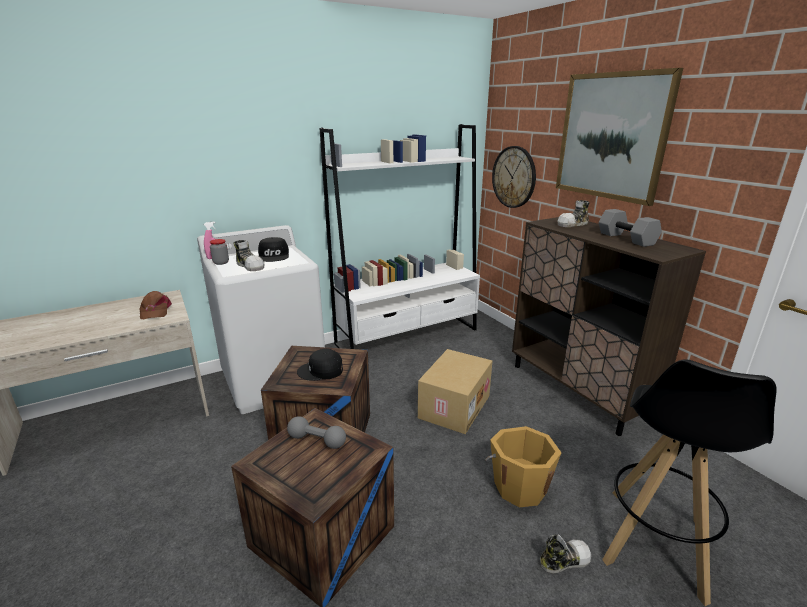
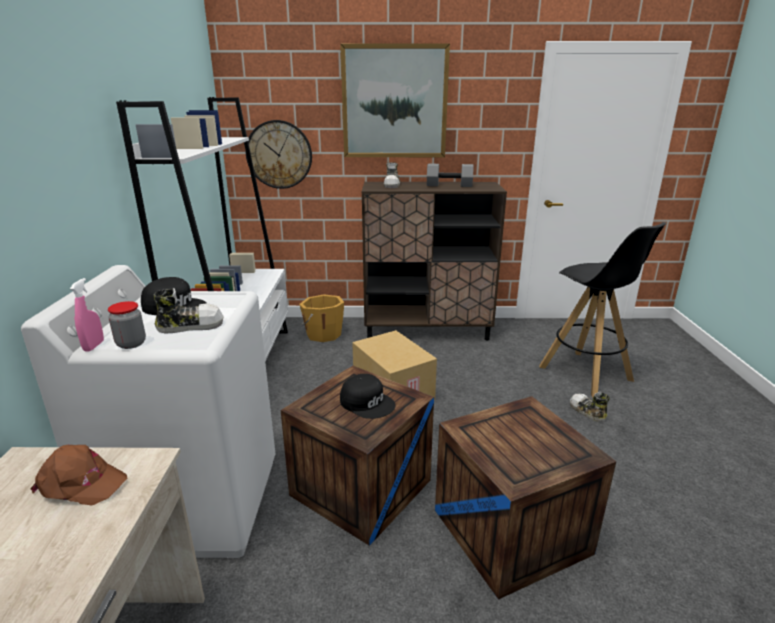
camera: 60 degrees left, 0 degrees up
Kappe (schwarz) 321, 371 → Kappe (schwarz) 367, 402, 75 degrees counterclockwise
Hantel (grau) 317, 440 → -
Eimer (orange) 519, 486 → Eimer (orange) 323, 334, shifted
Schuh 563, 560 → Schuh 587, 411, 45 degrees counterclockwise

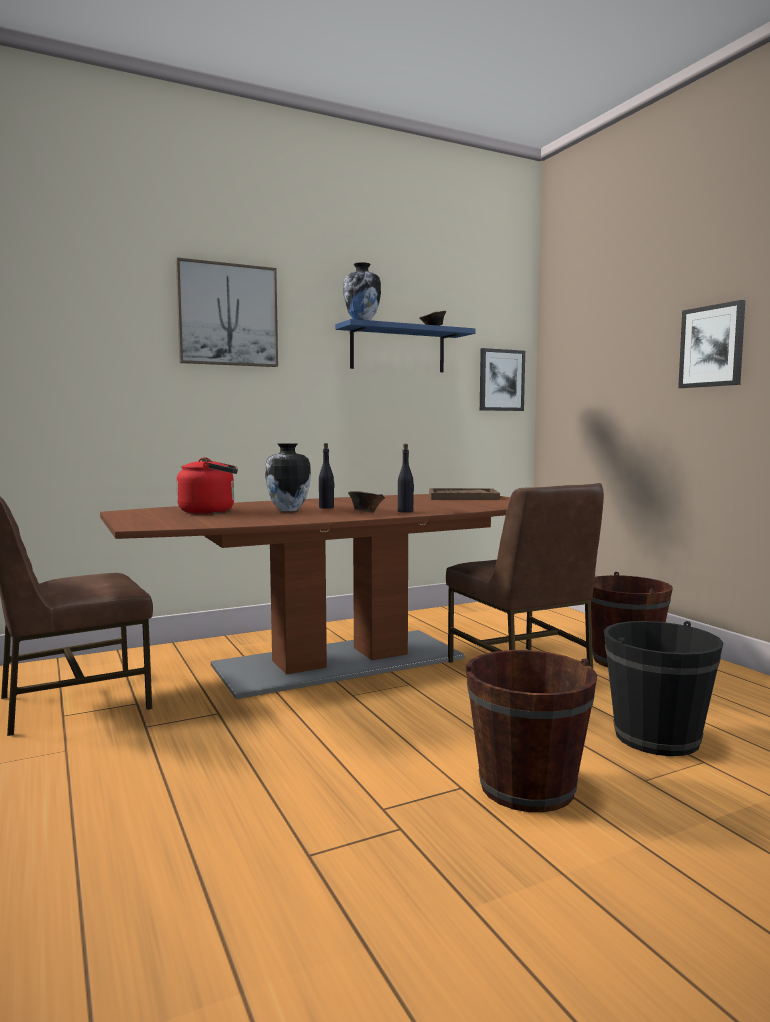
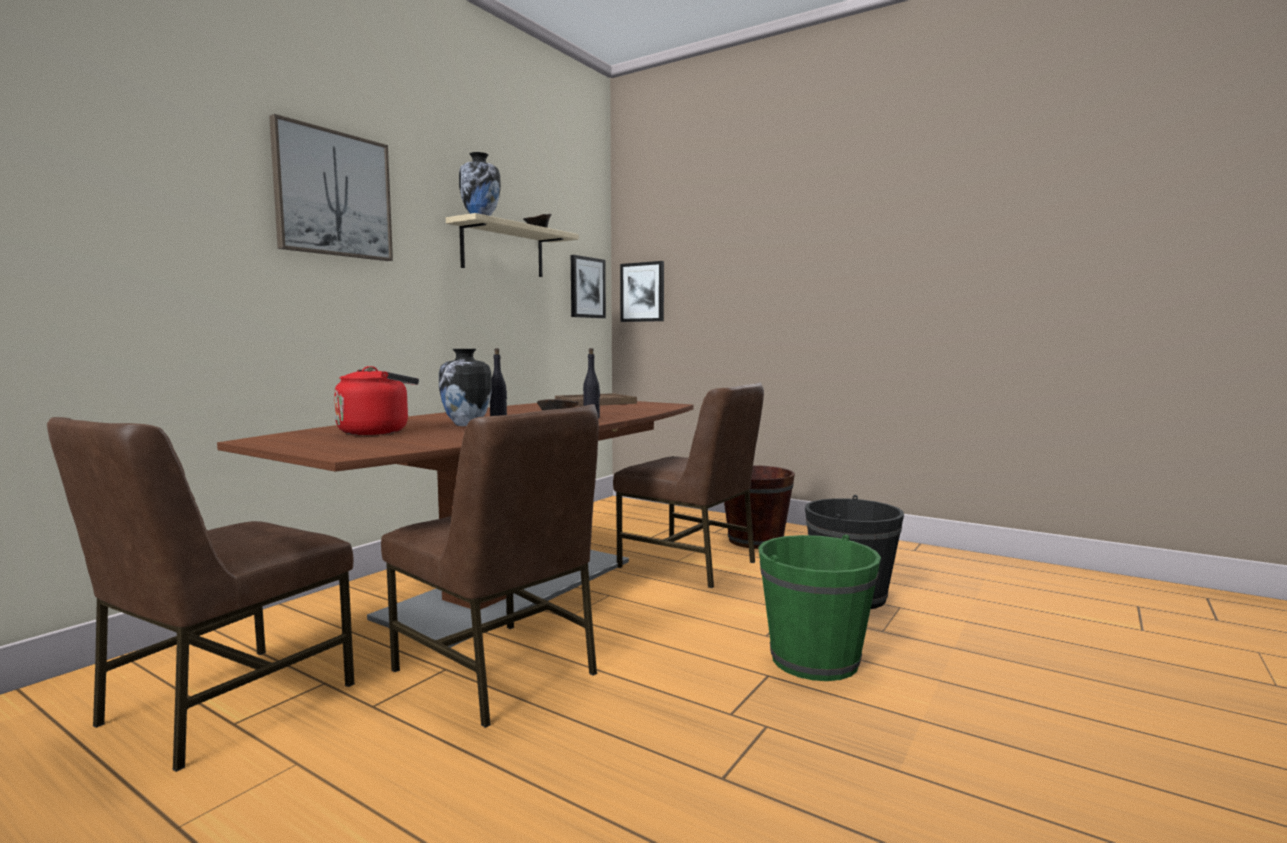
camera: 30 degrees left, 0 degrees up
Bild 712, 346 → Bild 642, 292, shifted
Wandregal (blau) 398, 349 → Wandregal (beige) 503, 250
Eimer (braun) 527, 787 → Eimer (grün) 814, 660
- → Stuhl (braun) 498, 672

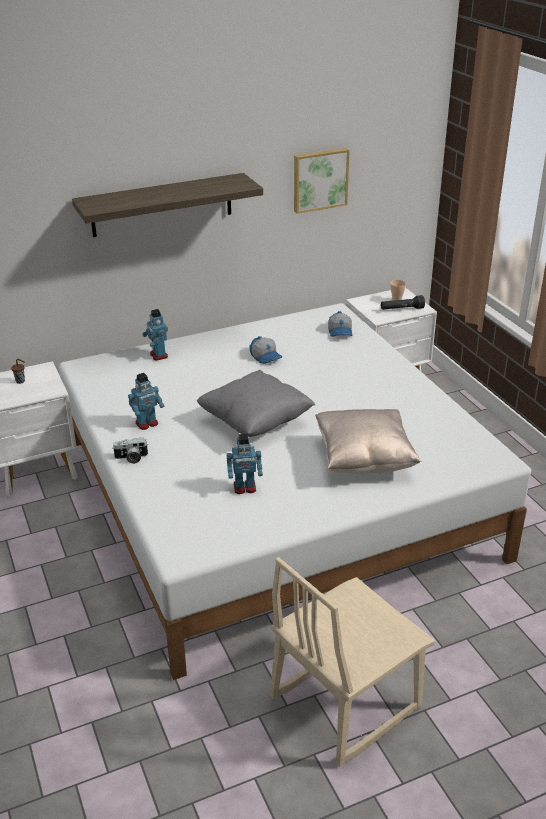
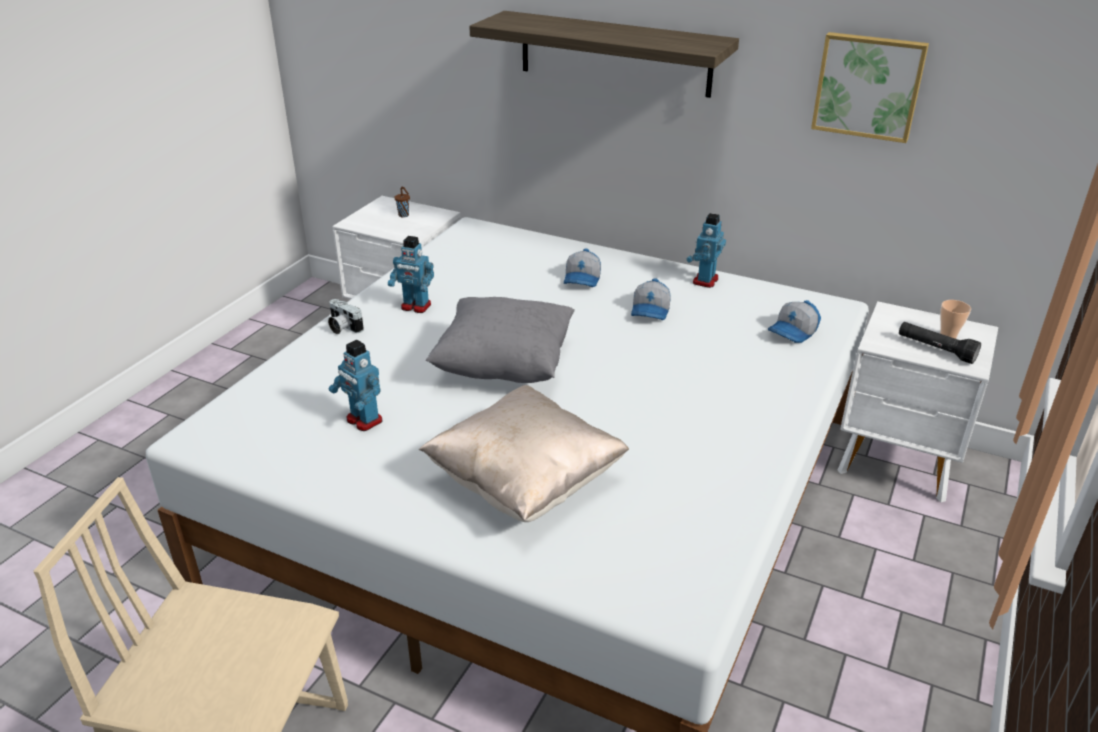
camera: 50 degrees right, 0 degrees up
Spielzeugroboter 158, 355 → Spielzeugroboter 704, 281, shifted
- → Kappe 583, 279

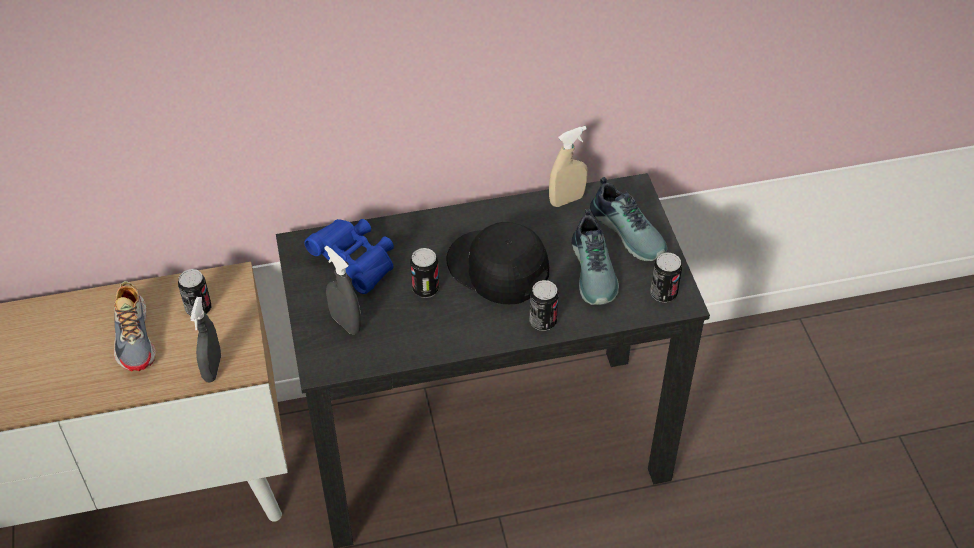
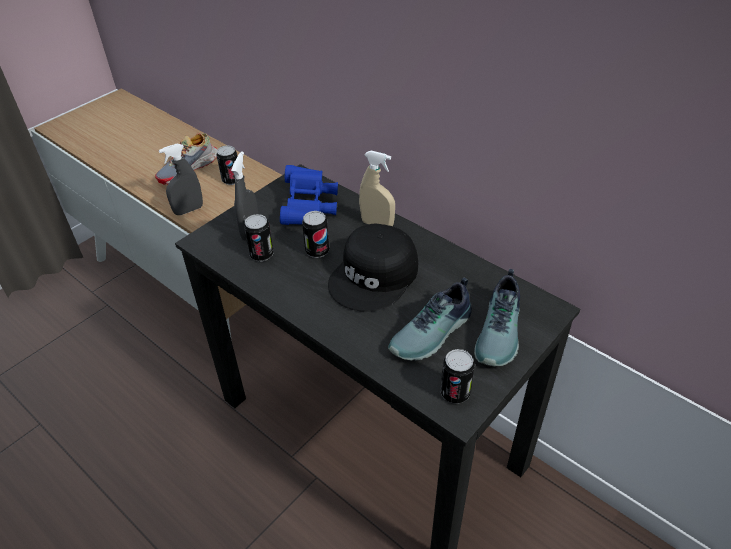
camera: 55 degrees right, 5 degrees down
Sprühflasche (beige) 566, 200 → Sprühflasche (beige) 377, 224, shifted
Kappe (schwarz) 497, 268 → Kappe (schwarz) 375, 276, 150 degrees counterclockwise
Dose 543, 321 → Dose 261, 254, shifted

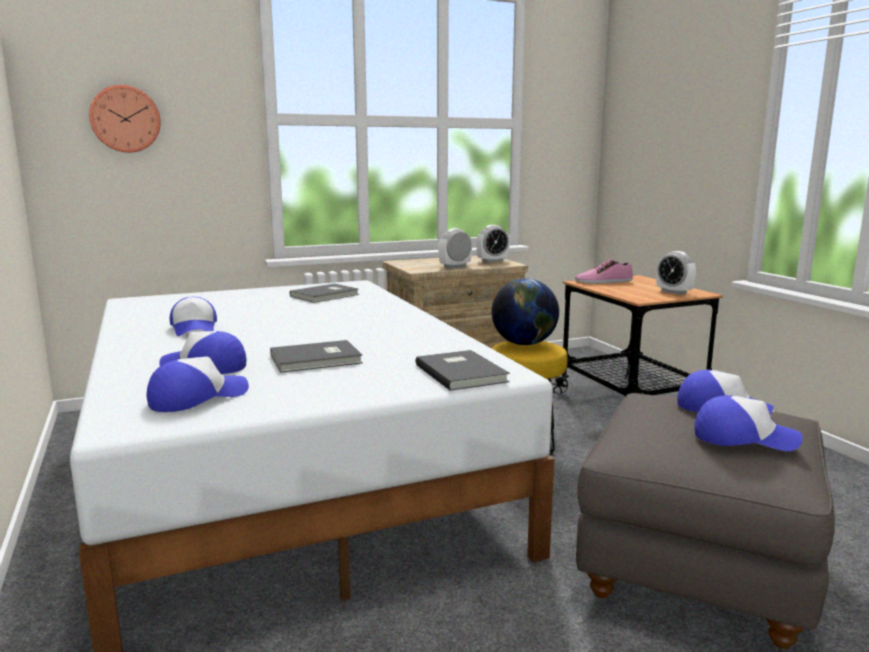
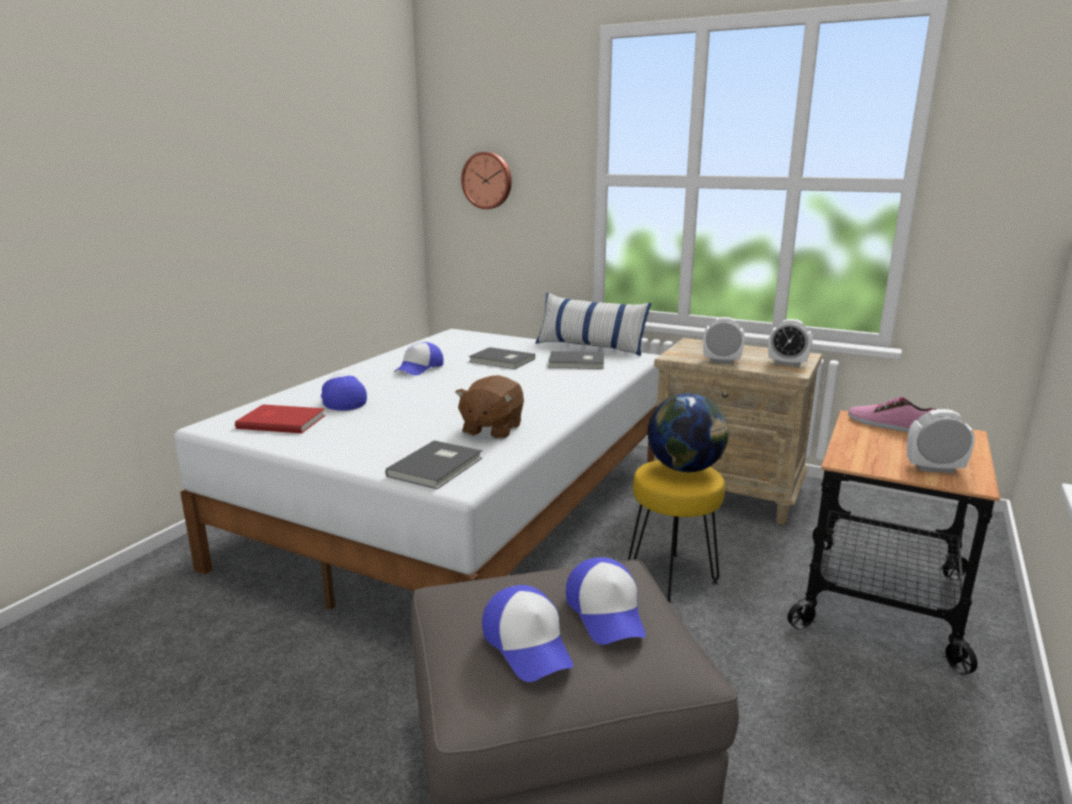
camera: 50 degrees right, 5 degrees up
Wecker 674, 292 → Wecker 934, 469, 90 degrees clockwise
Buch (grau) 317, 360 → Buch (grau) 502, 361, shifted
Kappe 197, 398 → Buch (rot) 281, 421
- → Kissen 590, 346
- → Plüschtier (braun) 491, 429

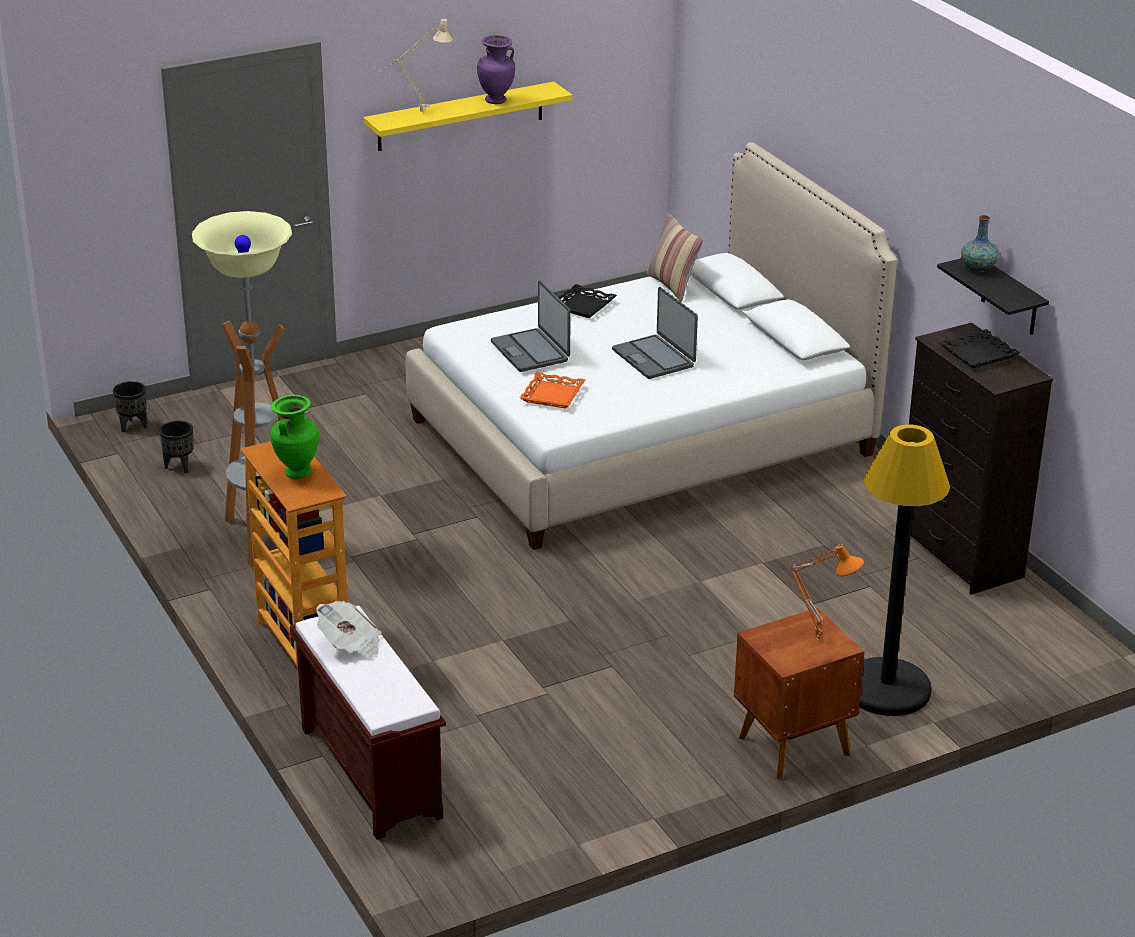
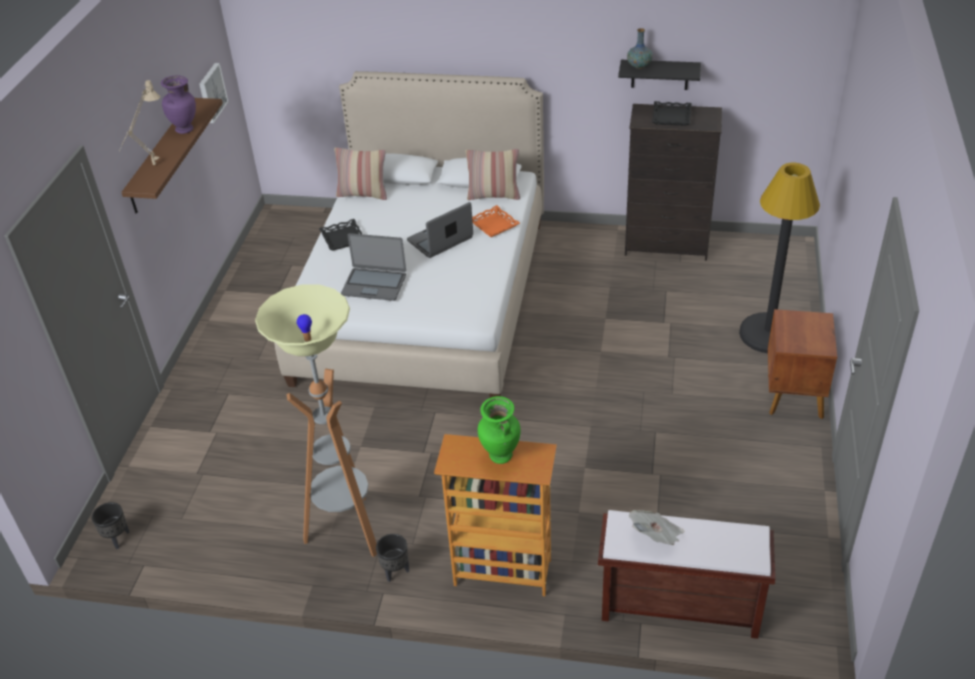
camera: 50 degrees left, 10 degrees up
Wandregal (gelb) 460, 116 → Wandregal (braun) 162, 156
Laptop 654, 358 → Laptop 440, 240, 135 degrees clockwise
Tablett (orange) 552, 395 → Tablett (orange) 493, 225, shifted
Pflanzkübel (schwarz) 180, 466 → Pflanzkübel (schwarz) 395, 571, shifted
Tischlampe (orange) 819, 639 → -
- → Bild 211, 92
- → Kissen 493, 195

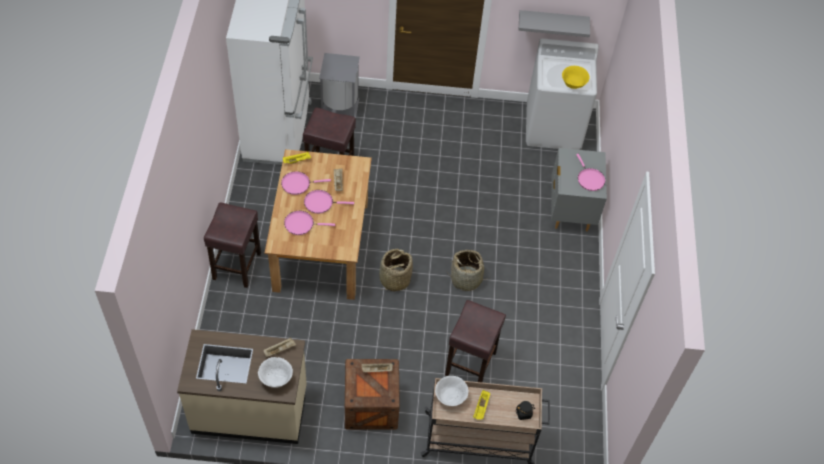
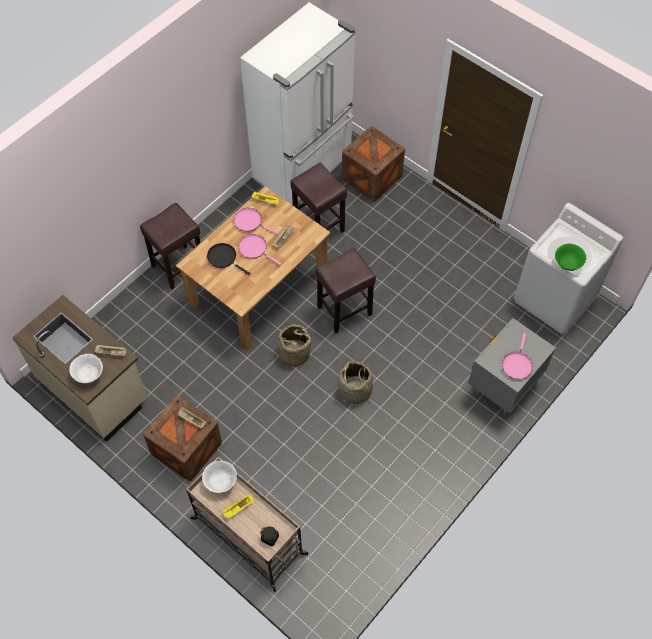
camera: 40 degrees right, 5 degrees up
Wandregal (grau) 553, 21 → -
Mülleimer (grau) 340, 109 → Kiste 371, 178
Schüssel (gelb) 573, 84 → Schüssel (grün) 567, 264
Pfanne (rosa) 301, 224 → Pfanne (schwarz) 223, 258
Hocker (braun) 470, 364 → Hocker (braun) 343, 311, shifted

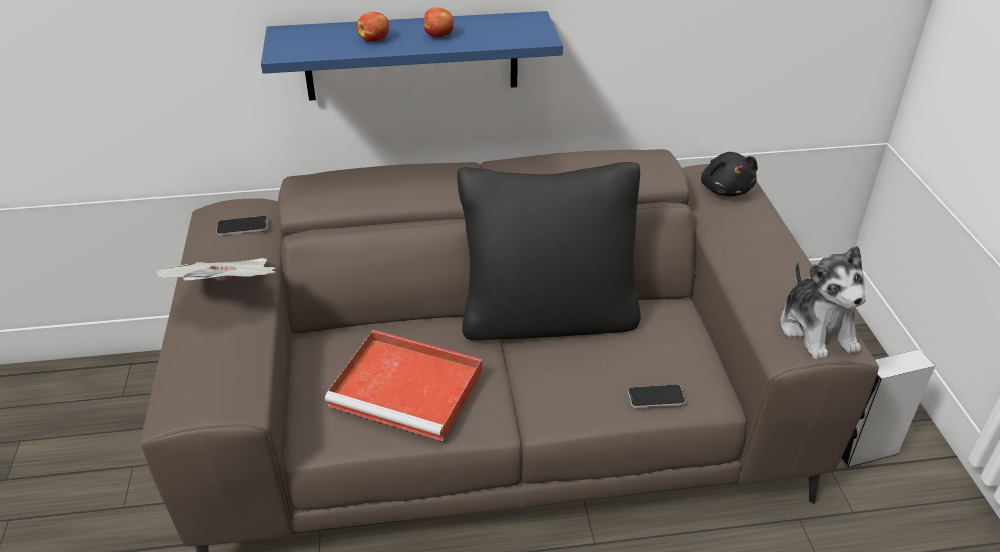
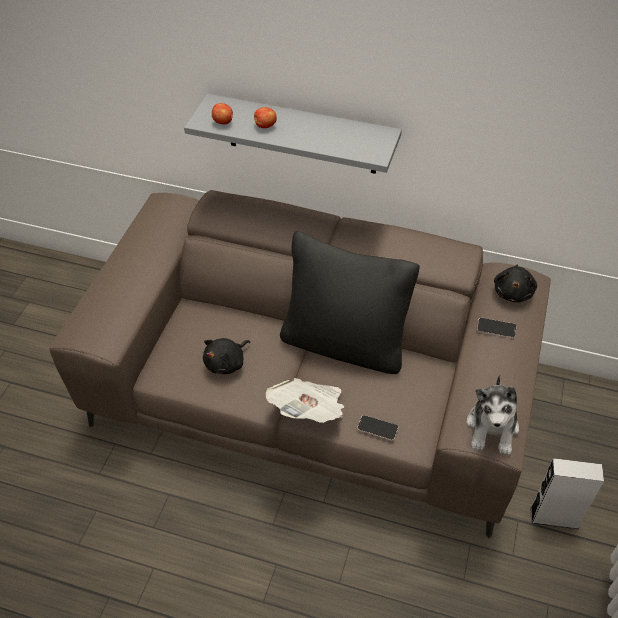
camera: 25 degrees right, 10 degrees up
Apfel 439, 35 → Apfel 223, 122, shifted
Wandregal (blau) 411, 56 → Wandregal (grau) 302, 135
Handy 242, 226 → Handy 496, 328, shifted
Zeitung 228, 292 → Zeitung 309, 411, shifted
Tablett (rot) 409, 388 → Plüschtier (schwarz) 226, 363

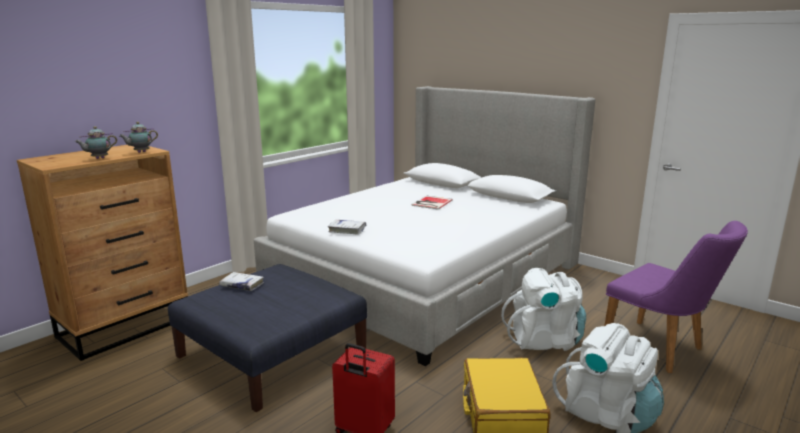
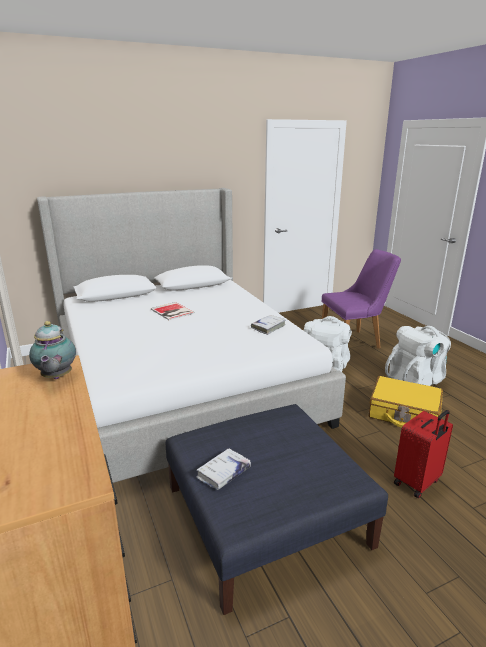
camera: 65 degrees left, 5 degrees up
Teekanne 98, 158 → -
Buch (weiß) 347, 230 → Buch (weiß) 268, 327, shifted

